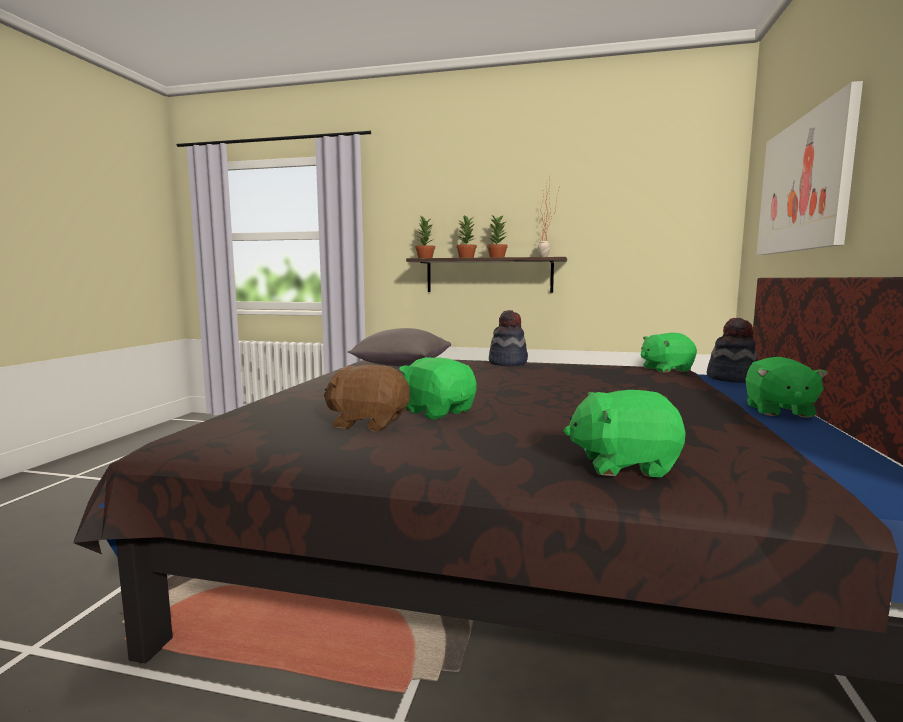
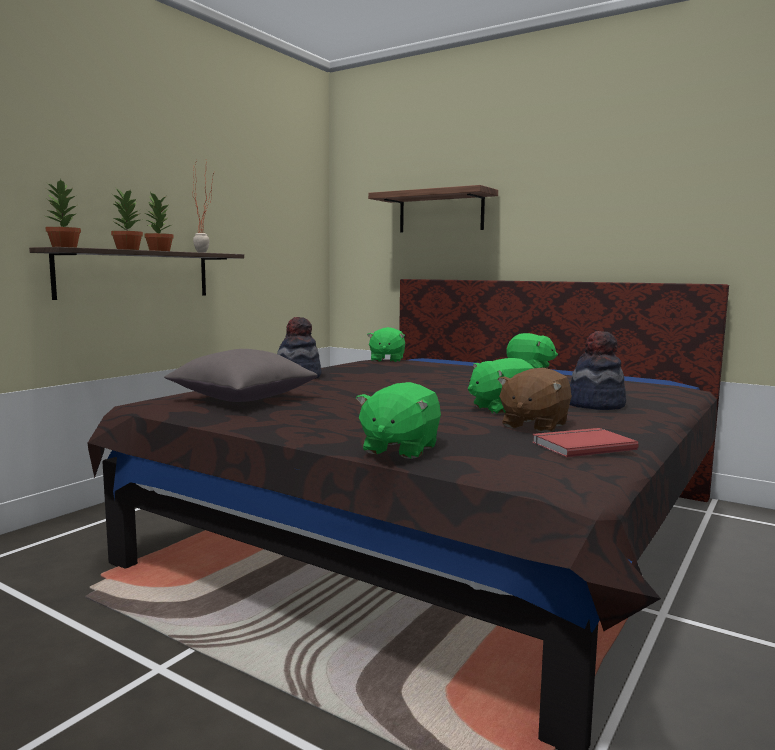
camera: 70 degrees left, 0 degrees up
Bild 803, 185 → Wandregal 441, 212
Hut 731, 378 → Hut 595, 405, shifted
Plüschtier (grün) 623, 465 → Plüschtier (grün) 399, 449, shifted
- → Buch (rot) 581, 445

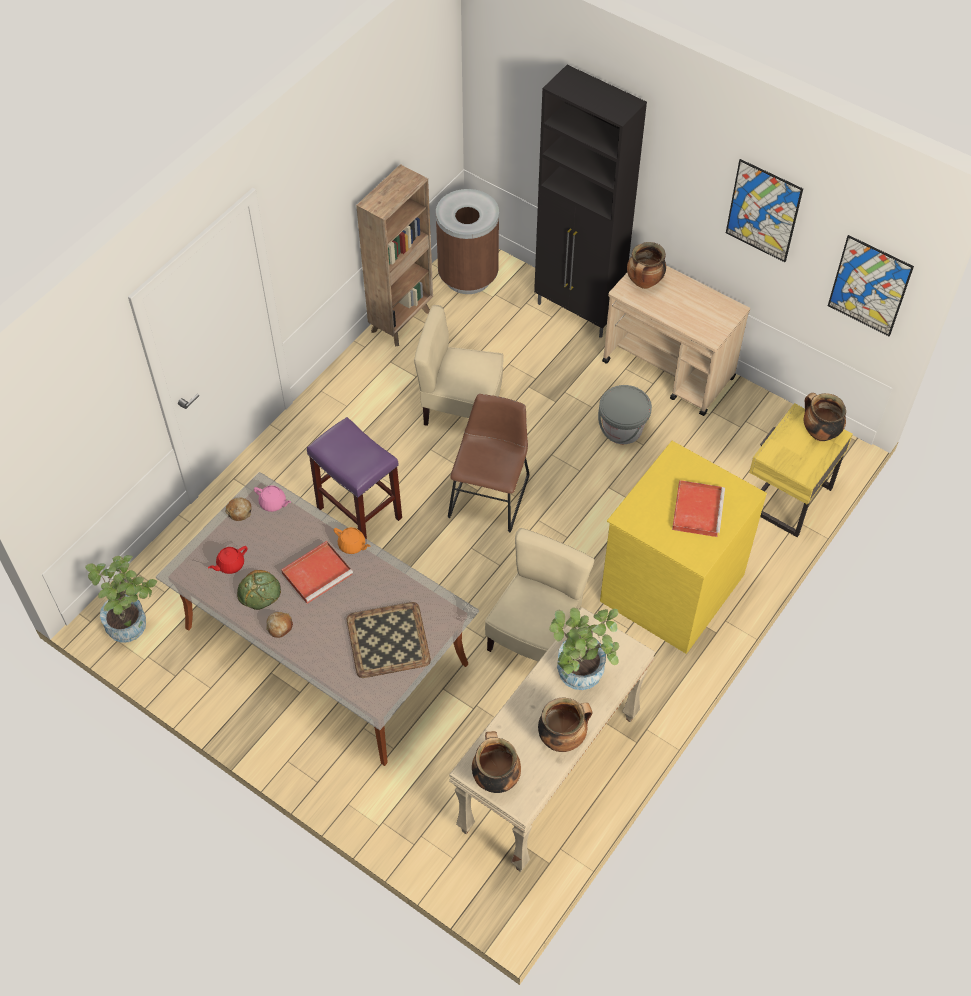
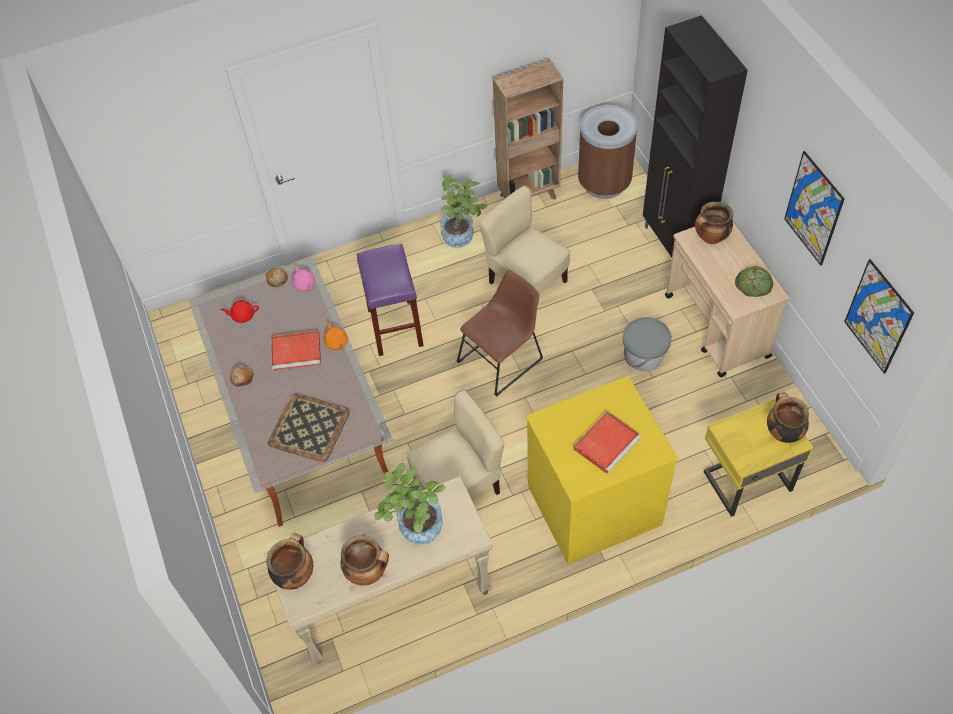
camera: 35 degrees right, 0 degrees up
Topfpflanze 132, 623 → Topfpflanze 462, 236, shifted
Brot 259, 592 → Brot 754, 284, shifted

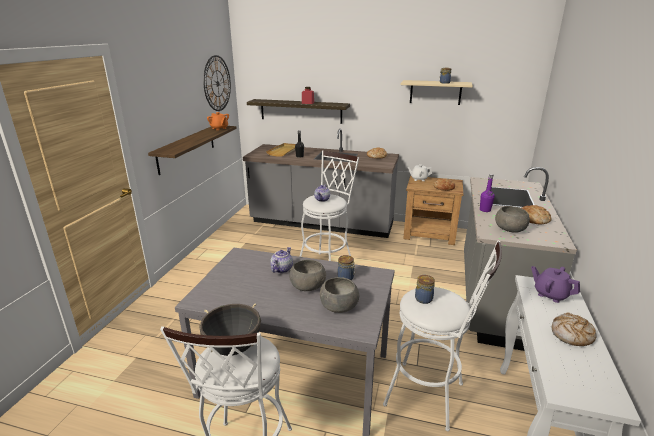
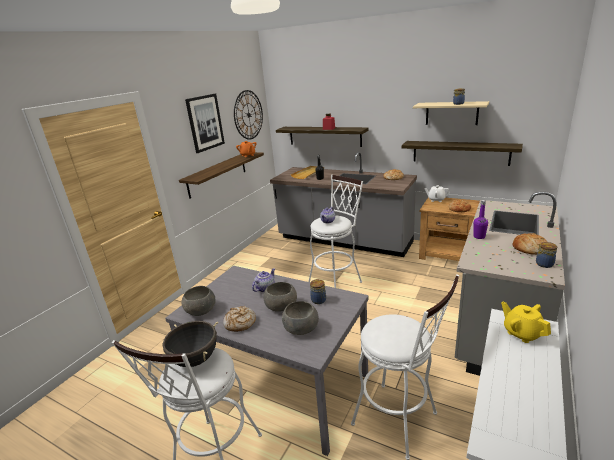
camera: 15 degrees right, 0 degrees up
Schüssel (grau) 510, 229 → Schüssel (grau) 201, 310, shifted
Teekanne (lila) 550, 294 → Teekanne (gelb) 522, 333
Vorratsglas 423, 298 → Vorratsglas 544, 264, shifted
Brot 571, 335 → Brot 240, 323, shifted
- → Bild 205, 122
- → Wandregal 460, 152

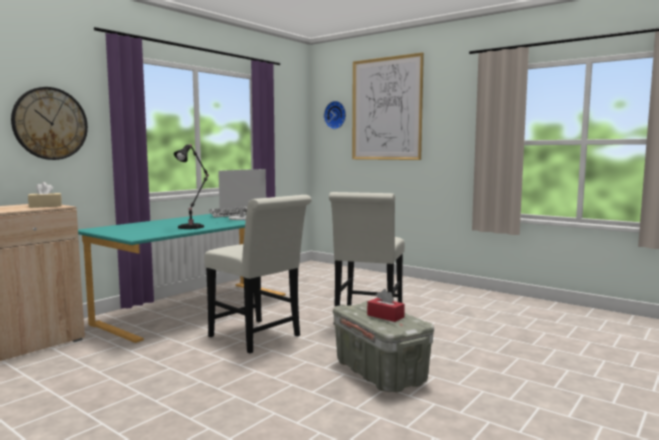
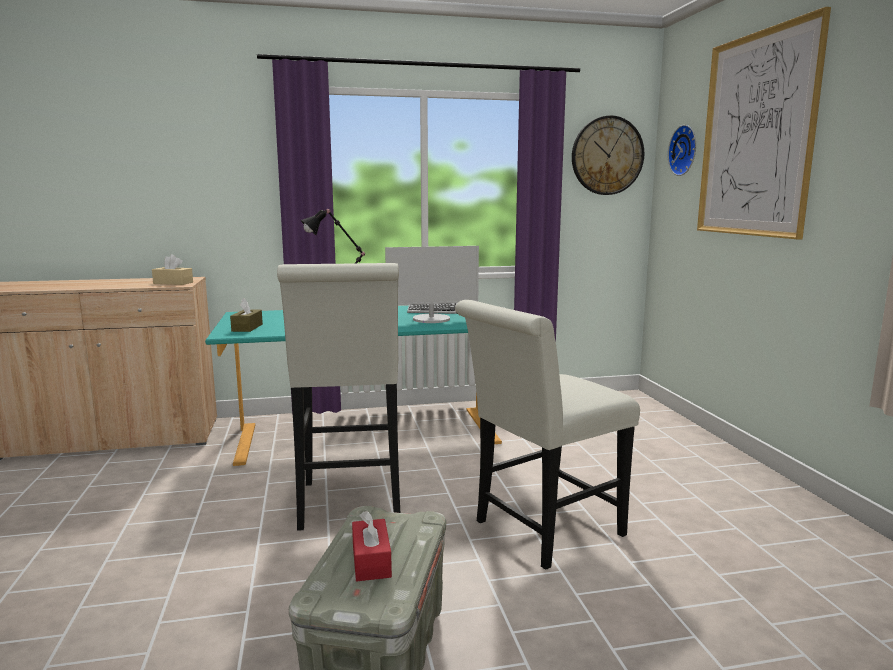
camera: 40 degrees right, 5 degrees up
Wanduhr 50, 123 → Wanduhr 607, 156, shifted
Stuhl (weiß) 259, 337 → Hocker (weiß) 350, 507
- → Taschentuchbox (braun) 247, 328

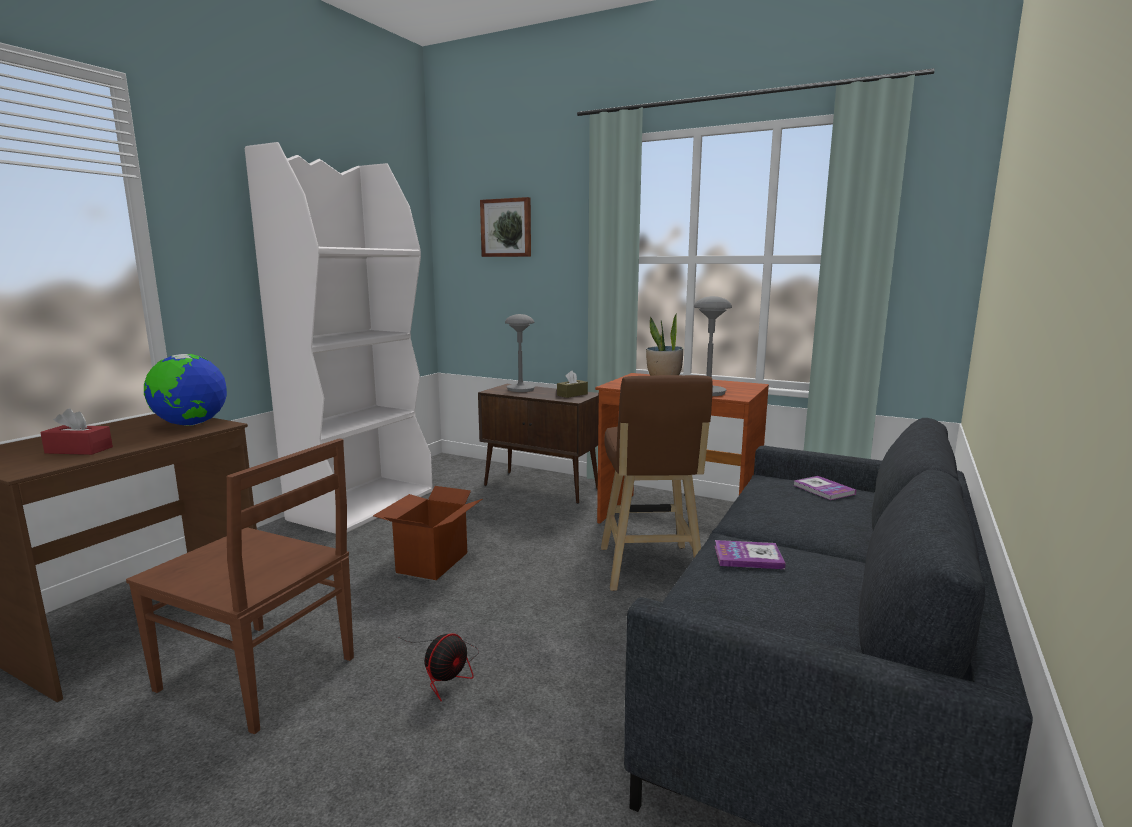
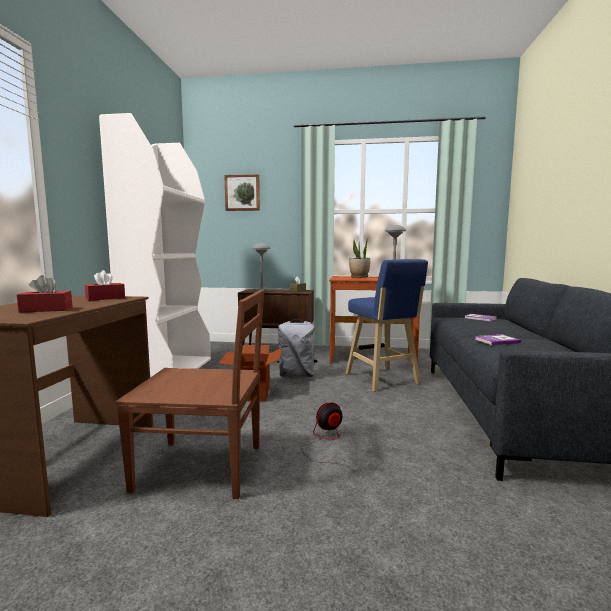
camera: 20 degrees left, 5 degrees down
Globus 191, 424 → Taschentuchbox (rot) 105, 298
Hocker (braun) 650, 570 → Hocker (blau) 383, 380
Ventilator 447, 671 → Ventilator 326, 442, 135 degrees counterclockwise
- → Rucksack (grau) 297, 376

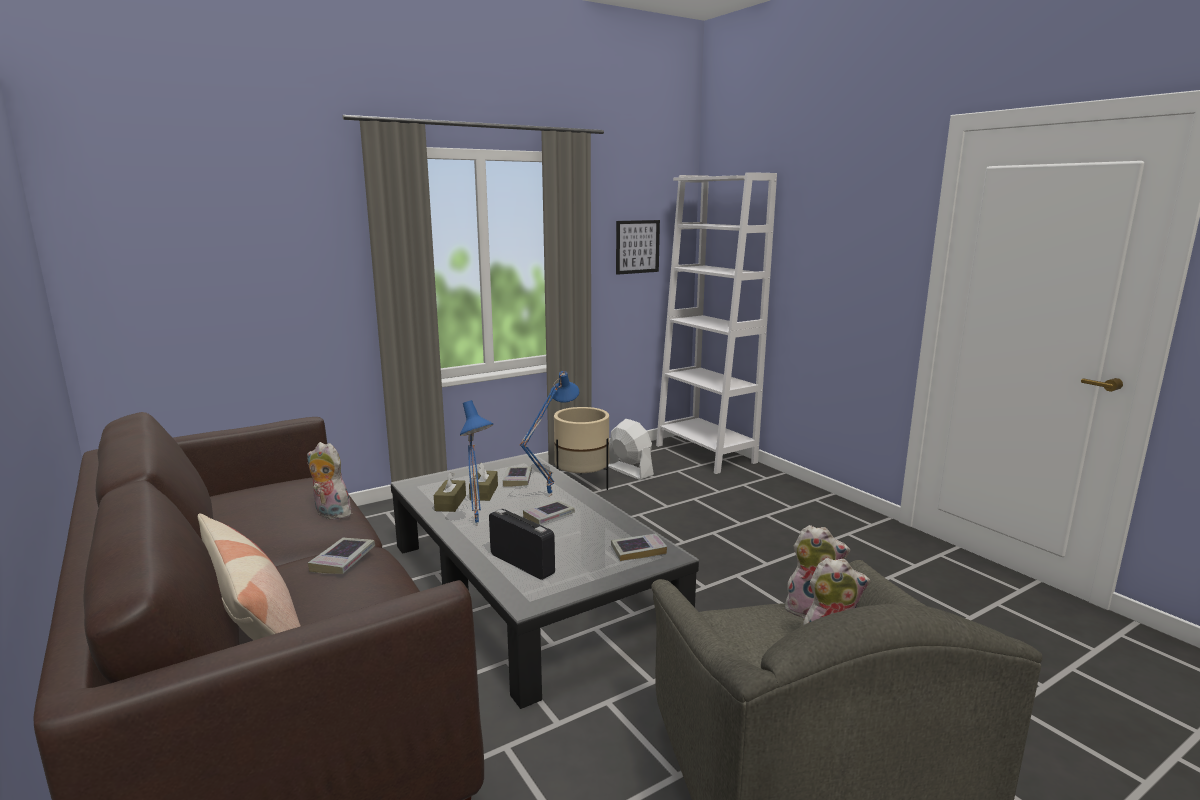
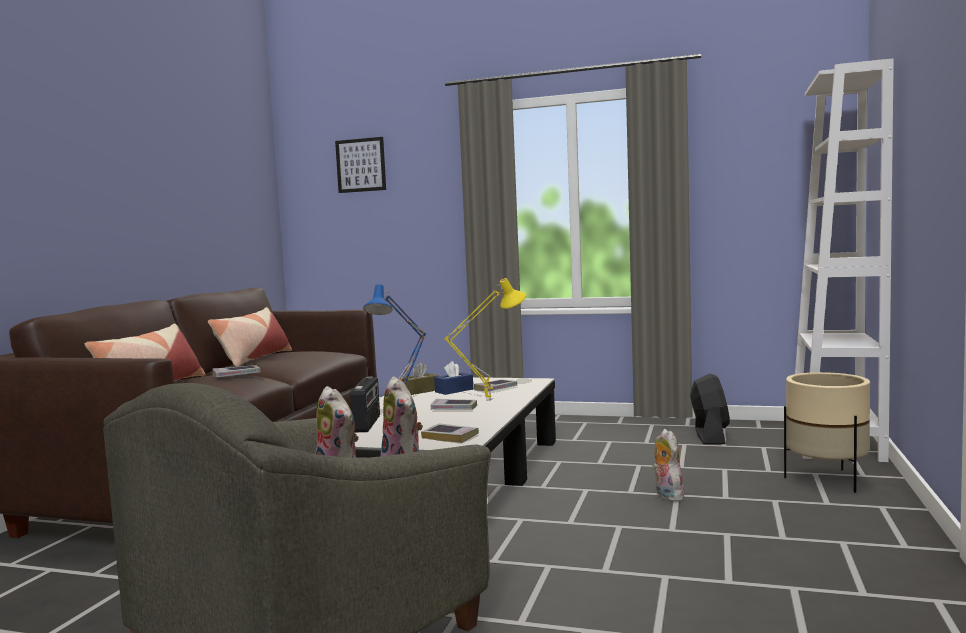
camera: 50 degrees right, 10 degrees down
Bild 637, 246 → Bild 361, 165, shifted
Tischlampe (blau) 548, 495 → Tischlampe (gelb) 488, 399
Pflanzkübel (beige) 582, 484 → Pflanzkübel (beige) 826, 479, shifted
Ventilator (weiß) 628, 470 → Ventilator (schwarz) 709, 436
Plüschtier 330, 514 → Plüschtier 666, 496, shifted
Taschentuchbox (braun) 484, 492 → Taschentuchbox (blau) 454, 390
- → Kissen 254, 359

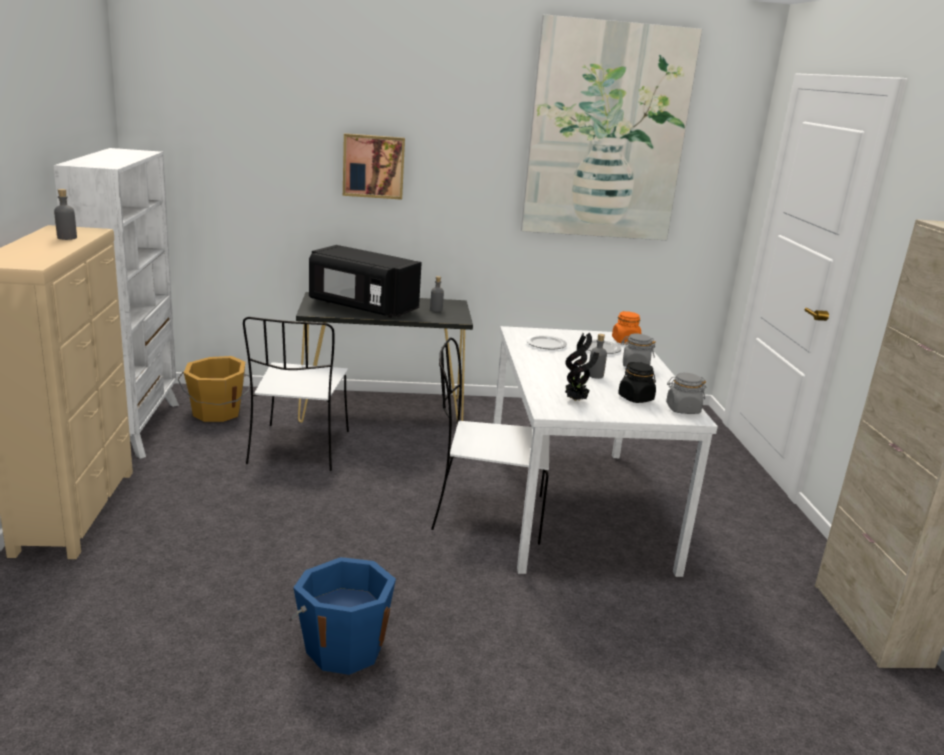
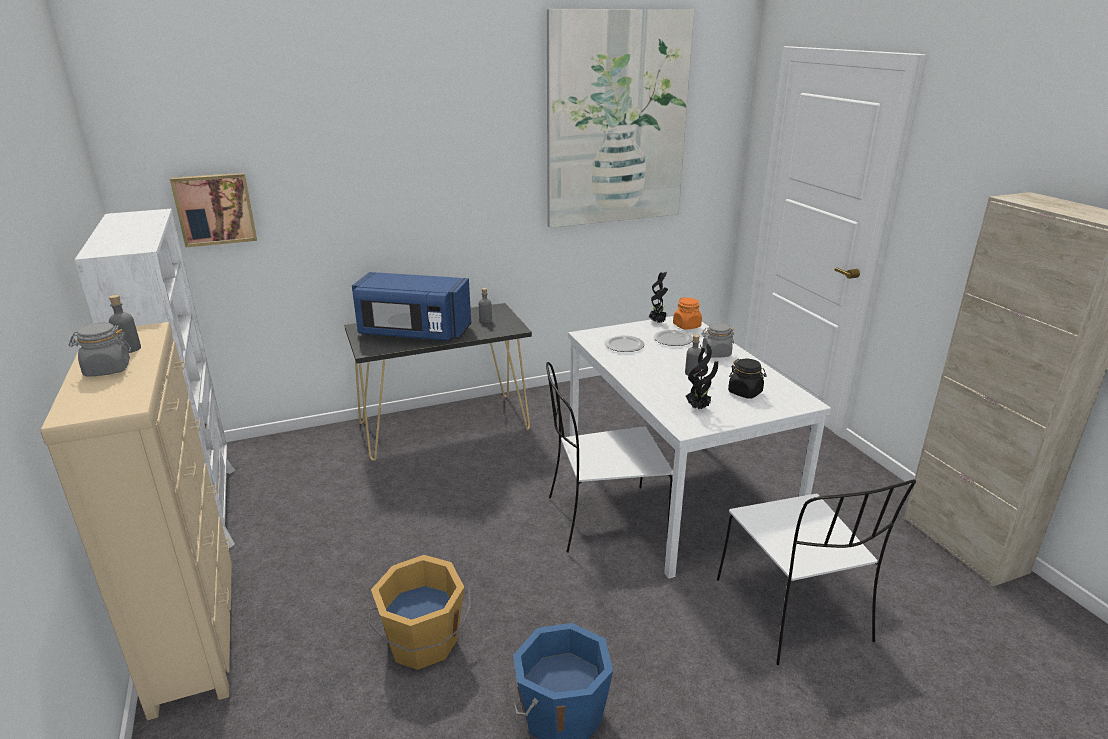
camera: 15 degrees left, 5 degrees up
Bild 373, 166 → Bild 215, 209, shifted
Mikrowelle (schwarz) 361, 307 → Mikrowelle (blau) 413, 333
Stuhl (weiß) 299, 449 → Stuhl (weiß) 794, 612, shifted
Eimer (orange) 216, 413 → Eimer (orange) 423, 642, shifted
Vorratsglas (grau) 682, 409 → Vorratsglas (grau) 107, 369, shifted
- → Topfpflanze 658, 322

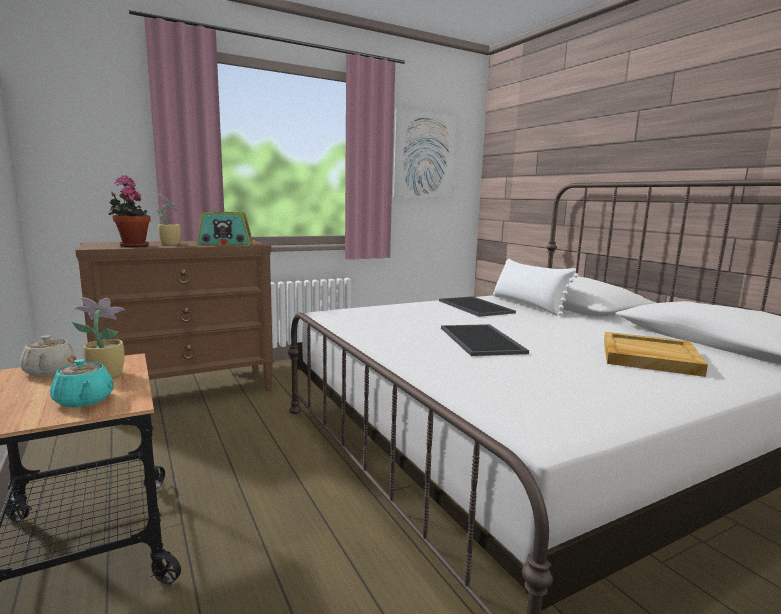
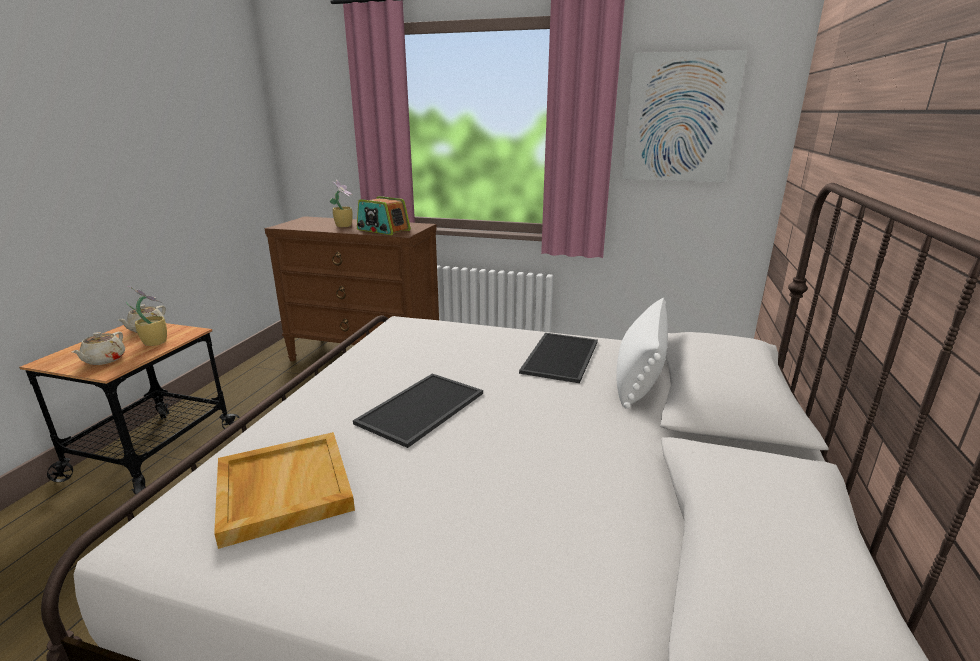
camera: 45 degrees right, 10 degrees up
Topfpflanze 132, 246 → -
Tablett (beige) 648, 357 → Tablett (beige) 283, 489, shifted
Teekanne (türkis) 84, 400 → Teekanne (beige) 104, 360

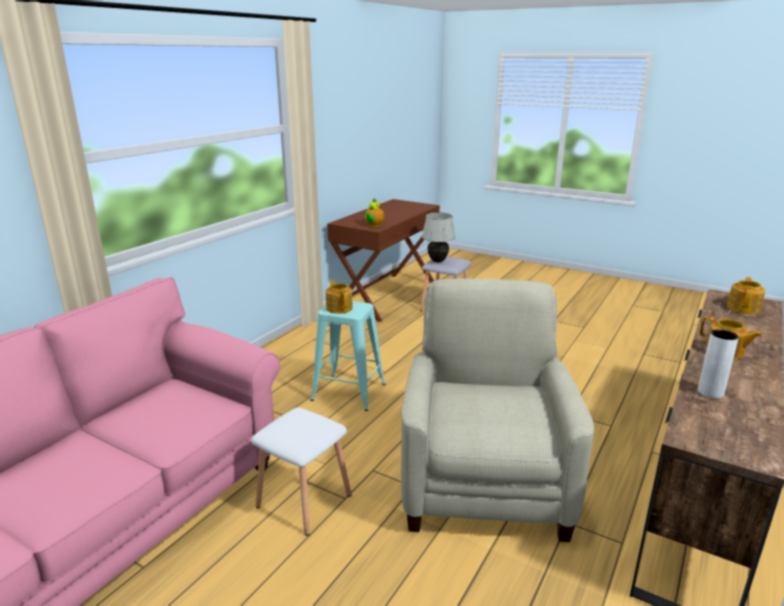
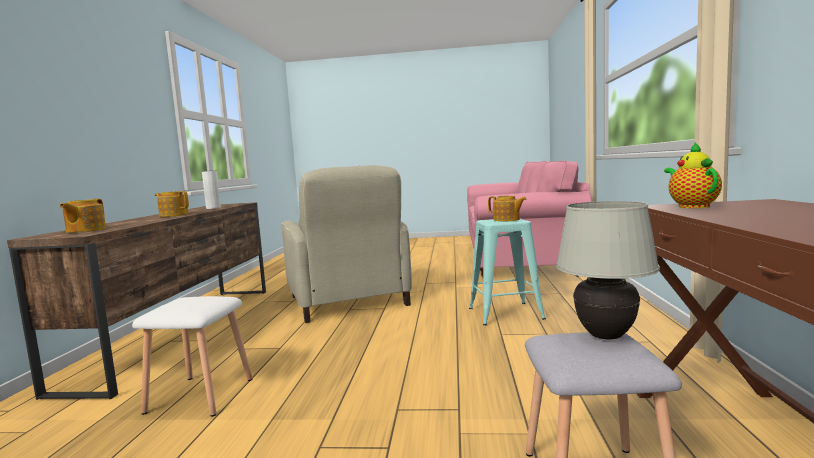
camera: 155 degrees right, 15 degrees down
Hocker (weiß) 302, 500 → Hocker (weiß) 202, 395, shifted

